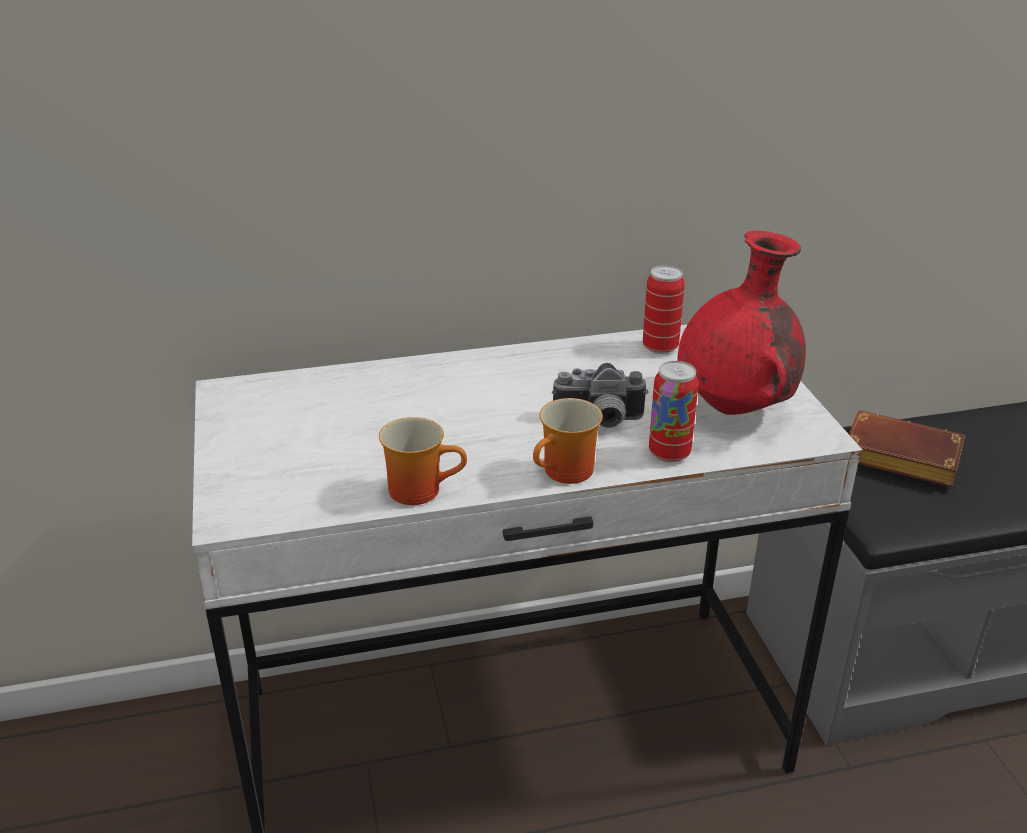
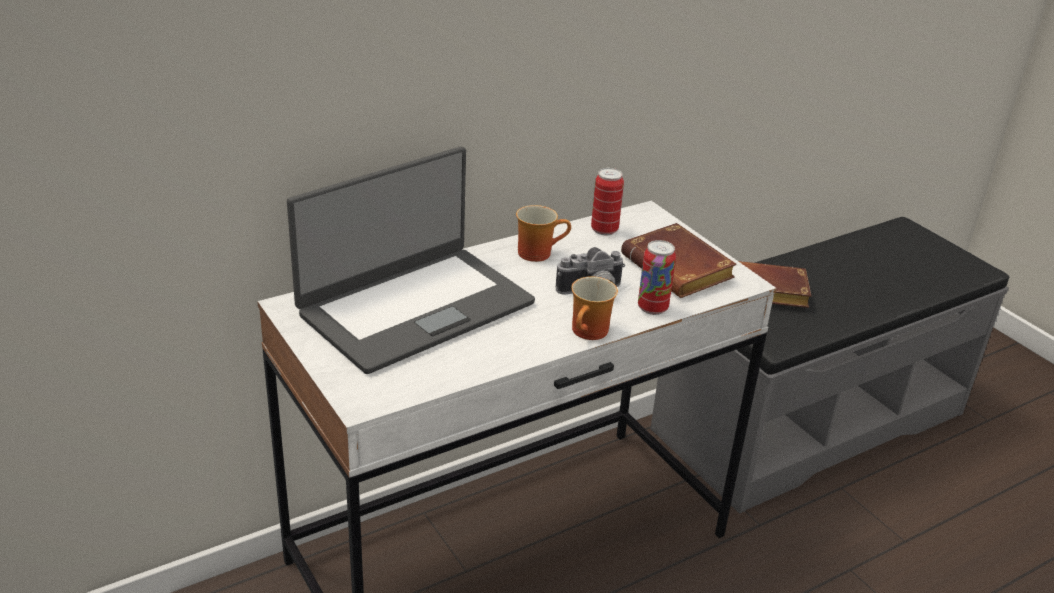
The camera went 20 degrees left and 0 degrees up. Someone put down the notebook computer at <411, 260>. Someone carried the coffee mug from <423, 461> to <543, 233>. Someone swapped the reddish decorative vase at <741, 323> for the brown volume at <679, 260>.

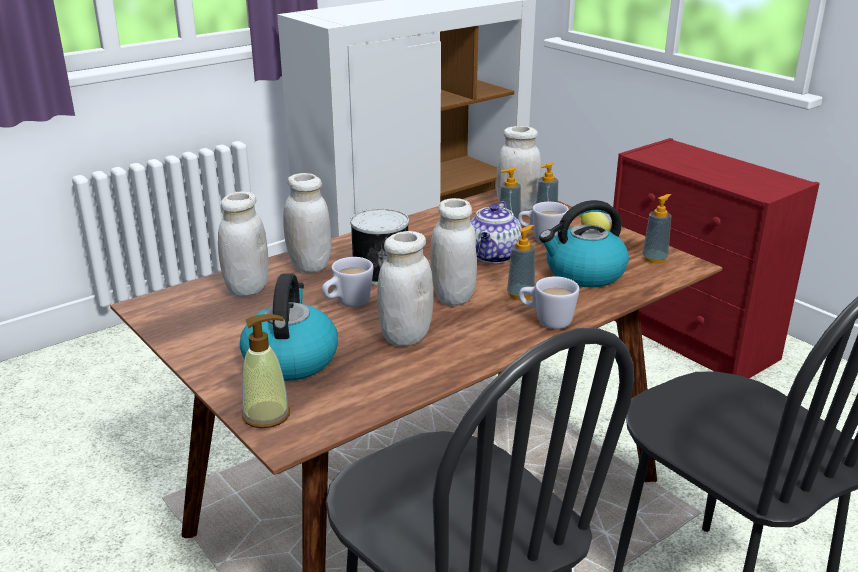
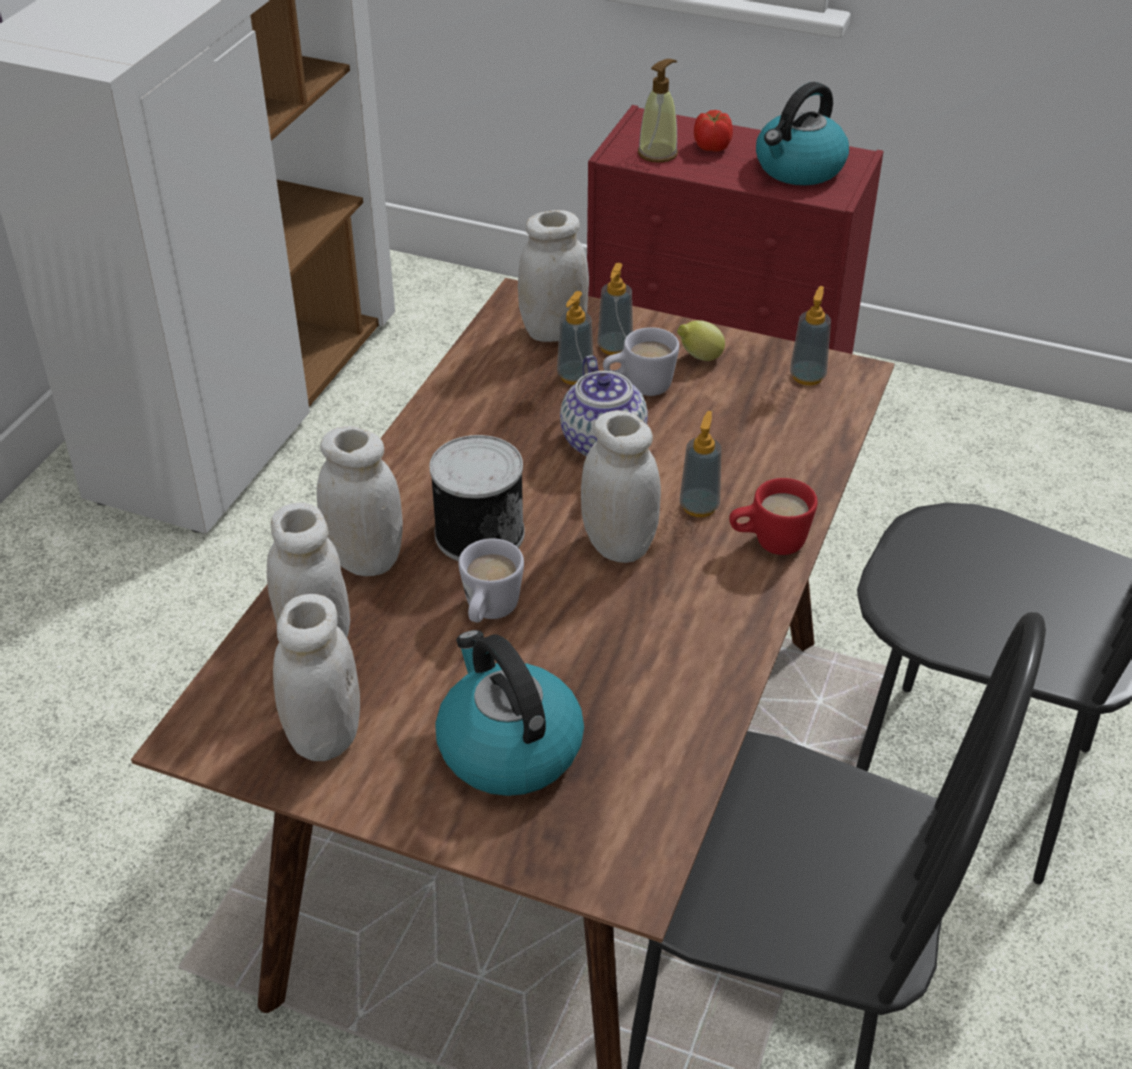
The camera went 30 degrees left and 15 degrees up. Someone put down the fresh tomato at <713, 131>. Someone carried the soap bottle from <266, 371> to <658, 111>. Someone carried the white-coloured preserve jar from <405, 288> to <316, 677>. Someone carried the kettle from <584, 244> to <802, 133>. Someone repainted the white-coloured coffee mug at <549, 302>, which became the reddish coffee mug at <773, 516>.

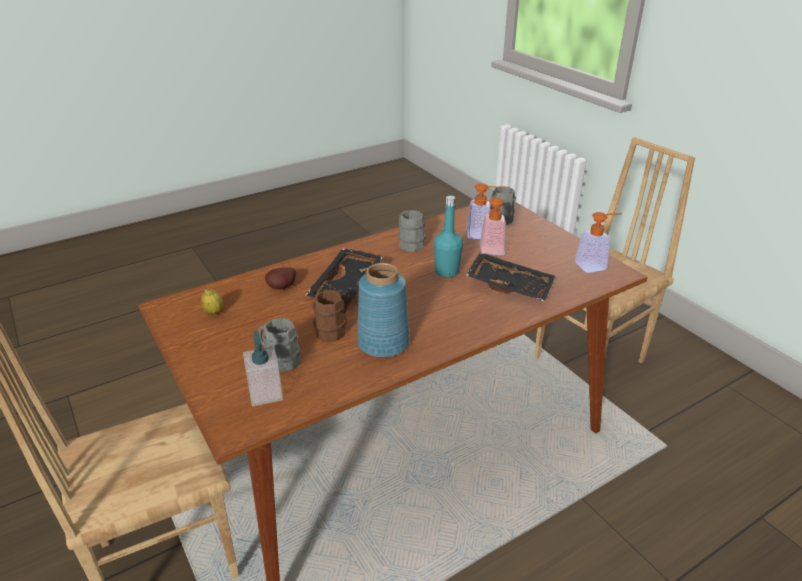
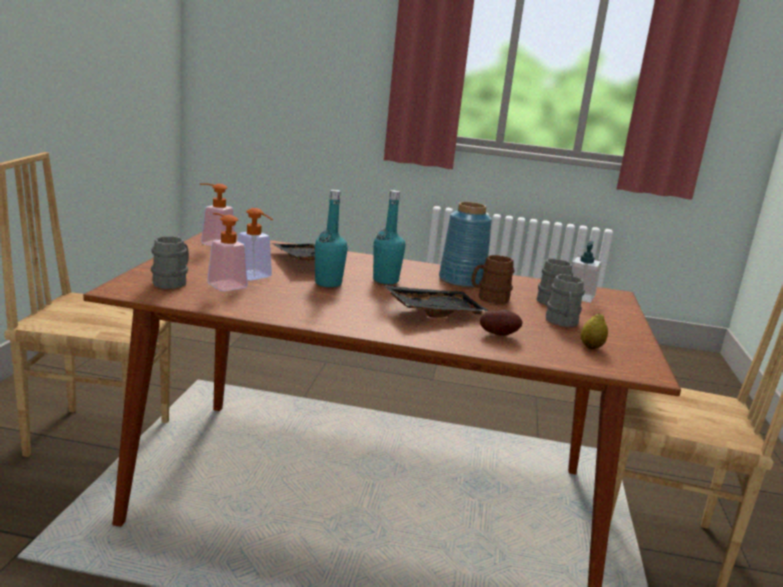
The camera went 140 degrees left and 15 degrees down. Someone put down the blue-green beverage bottle at <389, 237>. Someone carried the gray coffee mug from <411, 231> to <565, 300>.

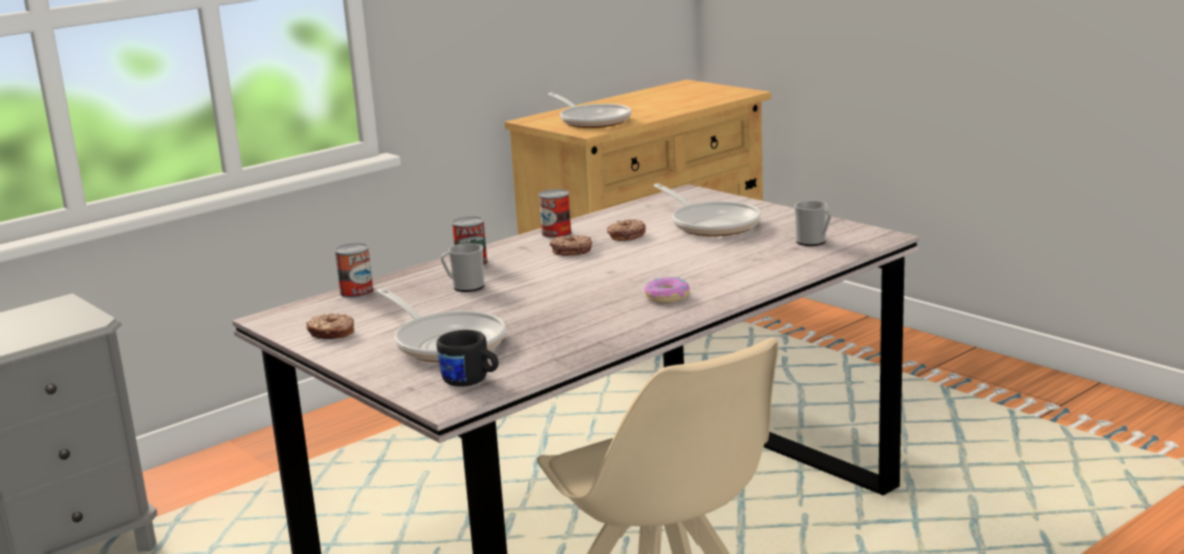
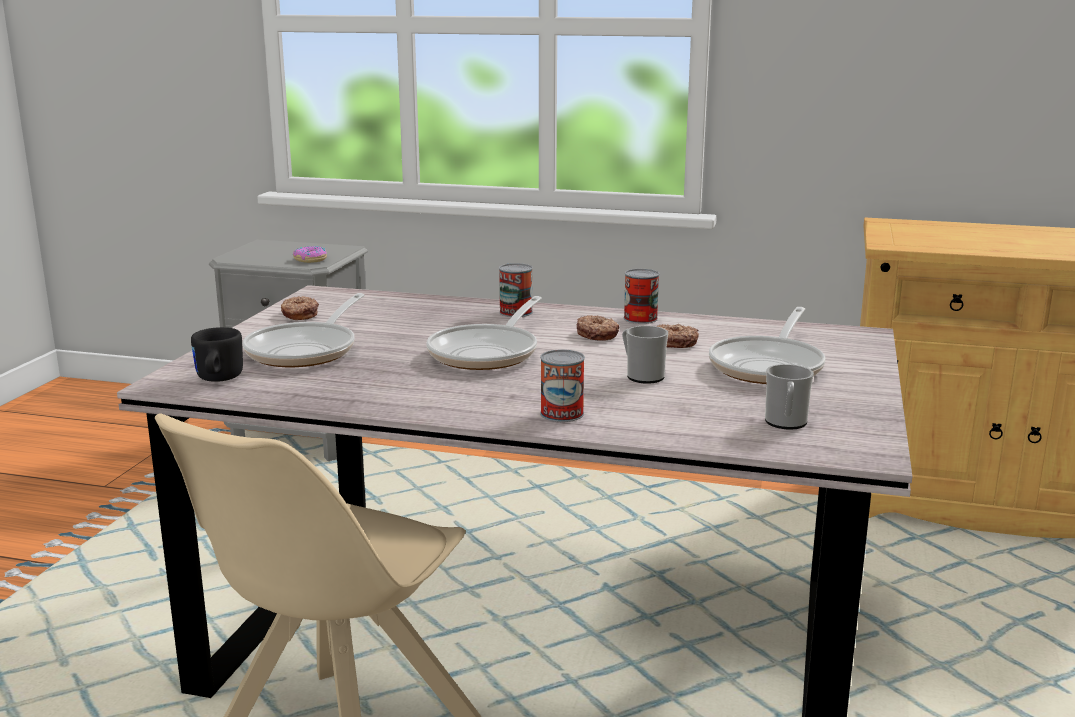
The camera went 55 degrees right and 0 degrees up. Someone carried the can from <354, 270> to <562, 385>. Someone carried the coffee mug from <463, 267> to <645, 355>. Someone carried the frying pan from <590, 110> to <484, 333>. Someone carried the donut from <667, 290> to <310, 254>.

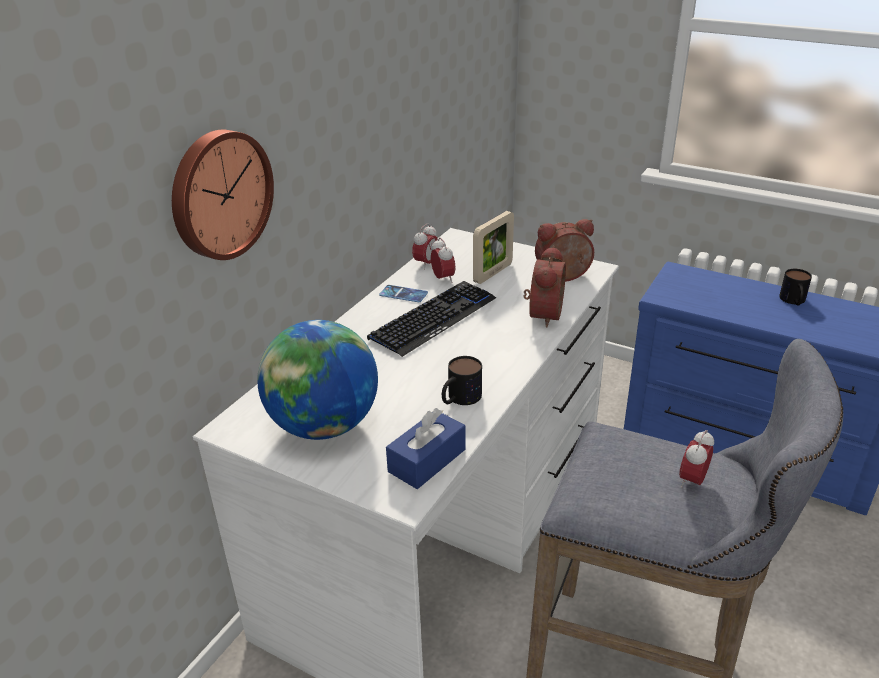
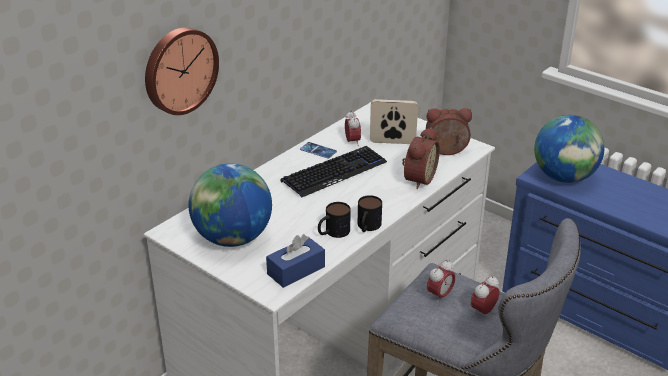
The camera went 10 degrees right and 0 degrees up. Someone put down the globe at <569, 149>. Someone carried the table clock from <425, 246> to <441, 281>. Someone carried the coffee mug from <795, 287> to <370, 213>. Someone rotated the photo frame at <493, 247> by 135 degrees counterclockwise.

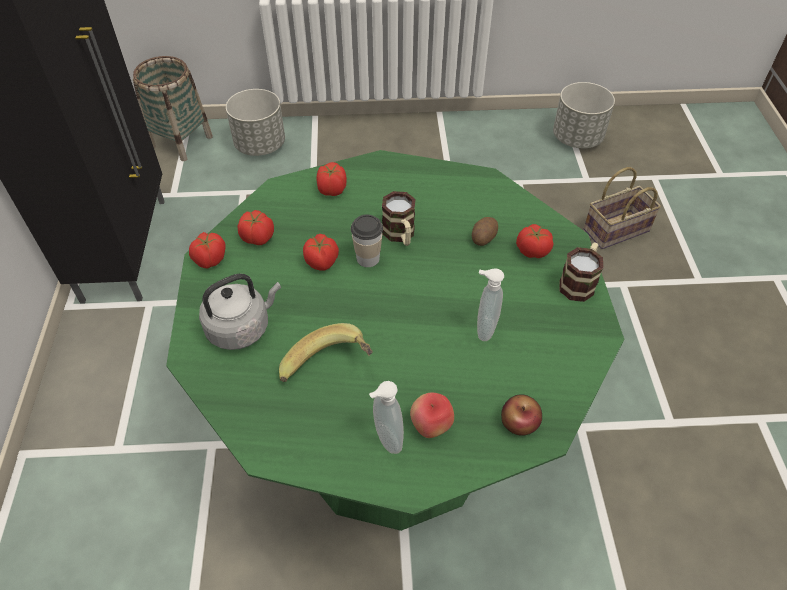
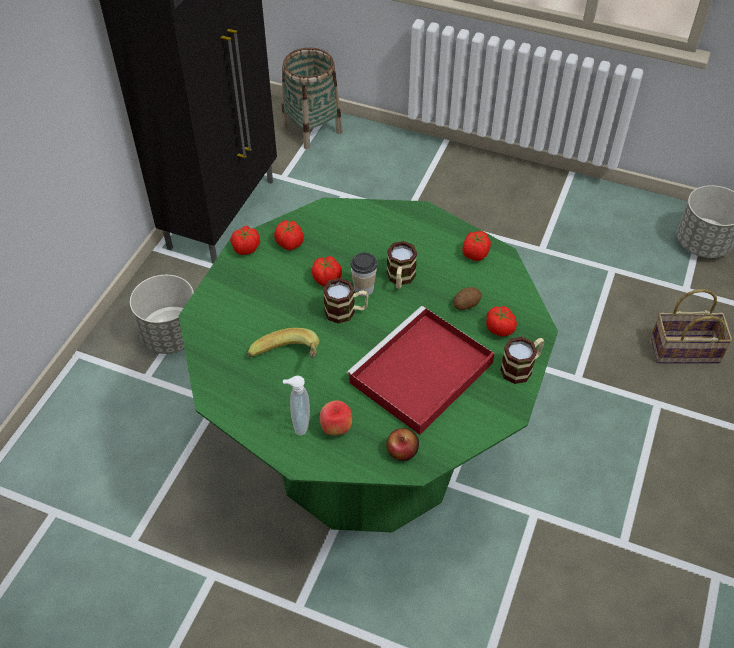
The camera went 25 degrees right and 0 degrees up. Someone took away the gray kettle at <240, 312>. Someone put down the coffee mug at <346, 301>. Someone carried the gray flower pot from <255, 122> to <162, 314>. Someone carried the fresh tomato from <331, 179> to <476, 246>. Someone swapped the soap bottle at <490, 305> for the reddish tray at <420, 370>.

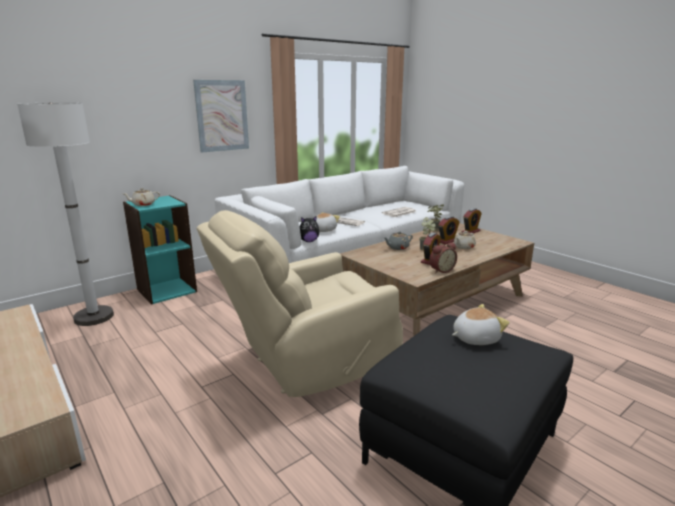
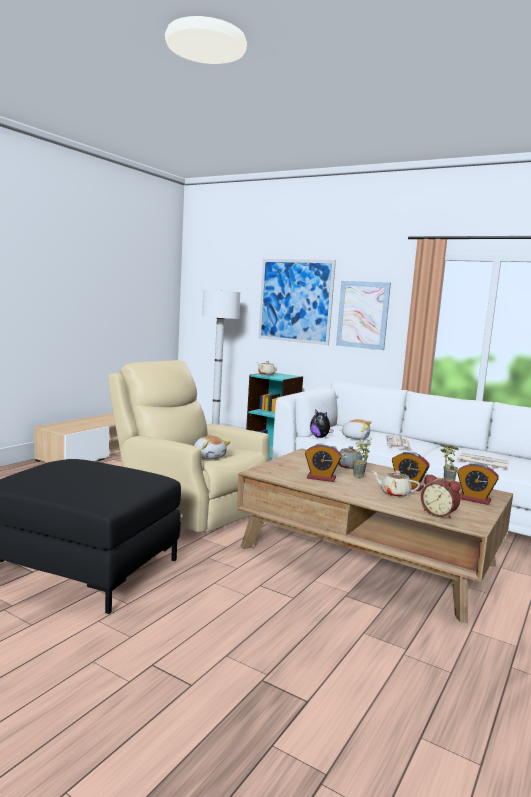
The camera went 70 degrees right and 10 degrees down. Someone put up the wall picture at <297, 302>. Someone carried the table clock from <443, 258> to <441, 496>. Someone carried the soft toy from <481, 324> to <212, 447>.

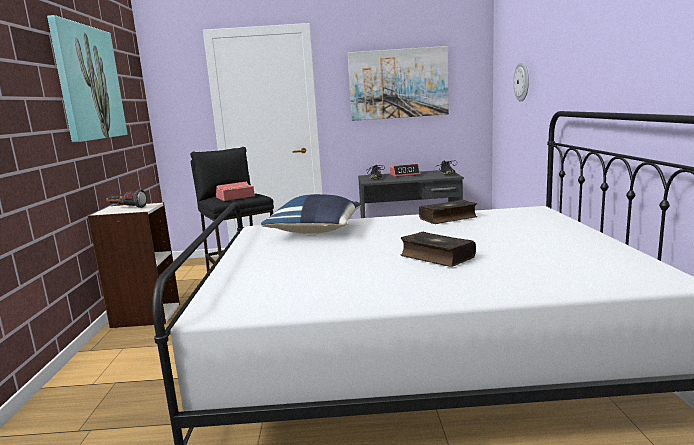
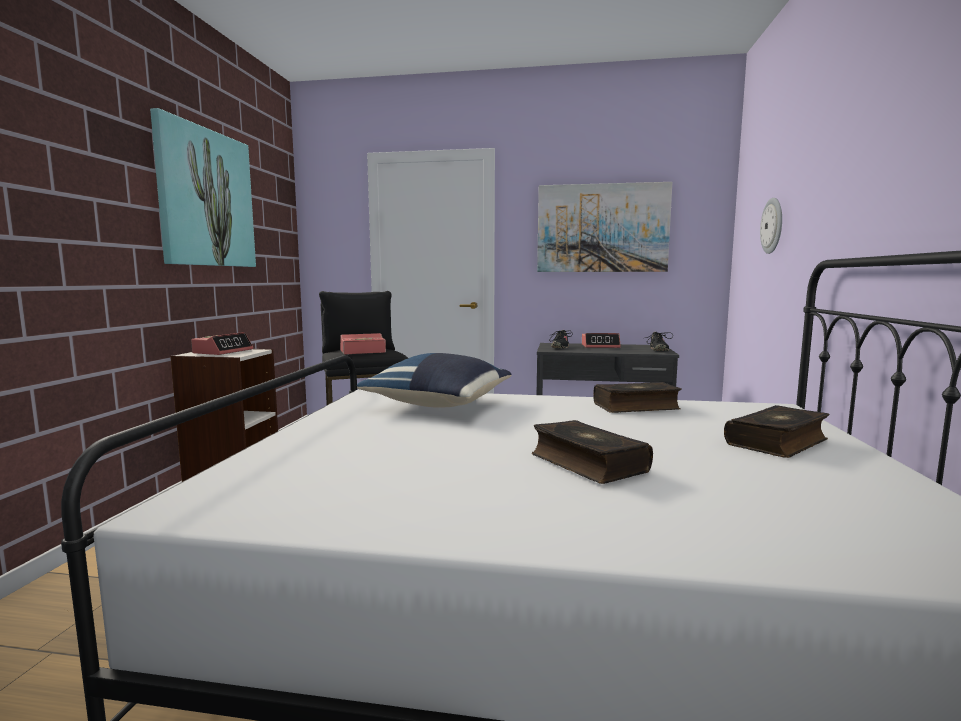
The camera went 10 degrees right and 5 degrees down. Someone put down the volume at <776, 431>. Someone swapped the torch at <126, 198> for the table clock at <222, 343>.

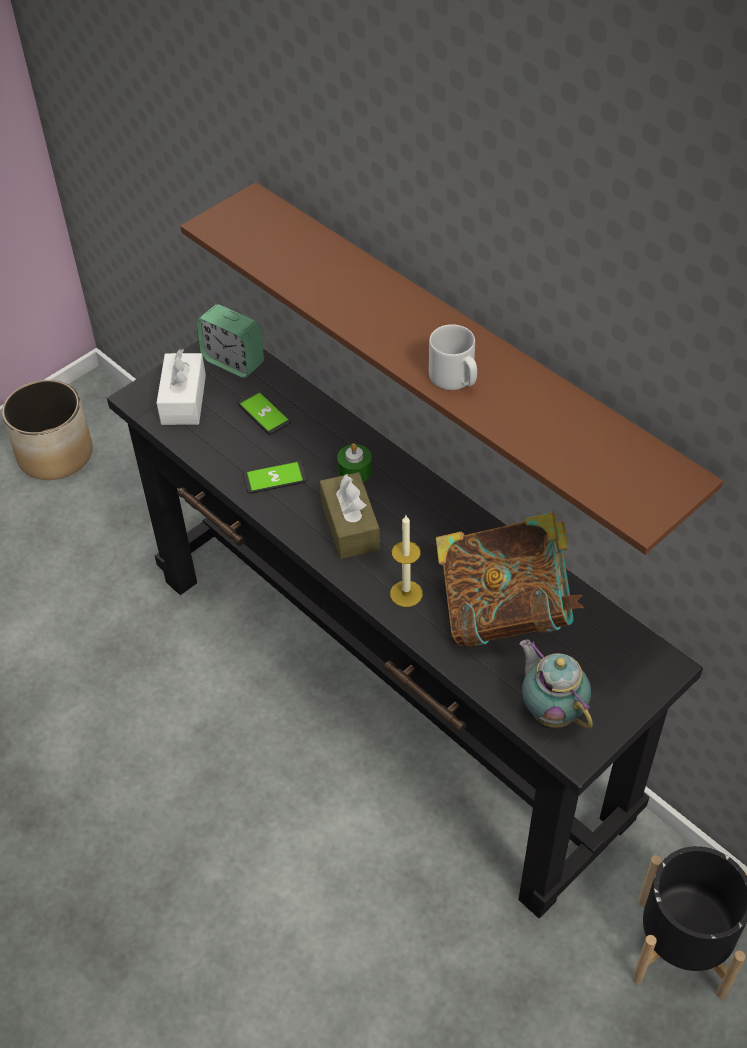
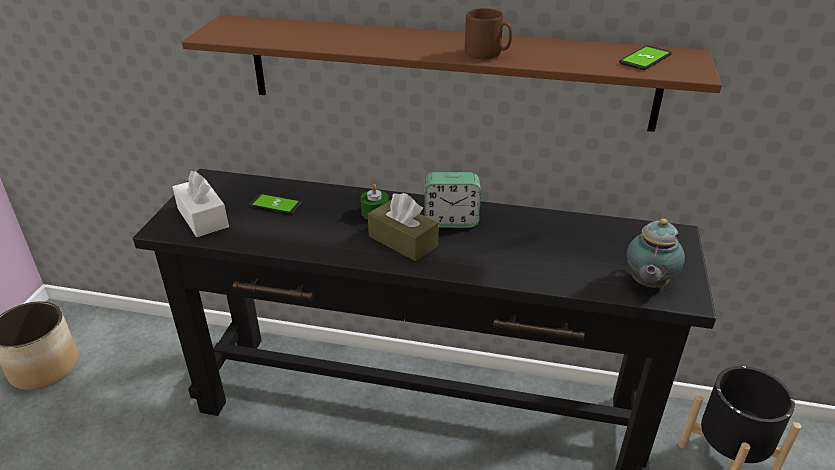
The camera went 35 degrees left and 15 degrees down. Someone took away the wax candle at <406, 561>. Someone took away the volume at <510, 579>. Someone carried the table clock from <230, 341> to <452, 200>. Someone carried the handset from <275, 477> to <645, 58>. Someone repainted the gray coffee mug at <453, 357>, which became the brown coffee mug at <489, 33>. Someone rotated the pot for tea at <556, 684> by 90 degrees counterclockwise.

